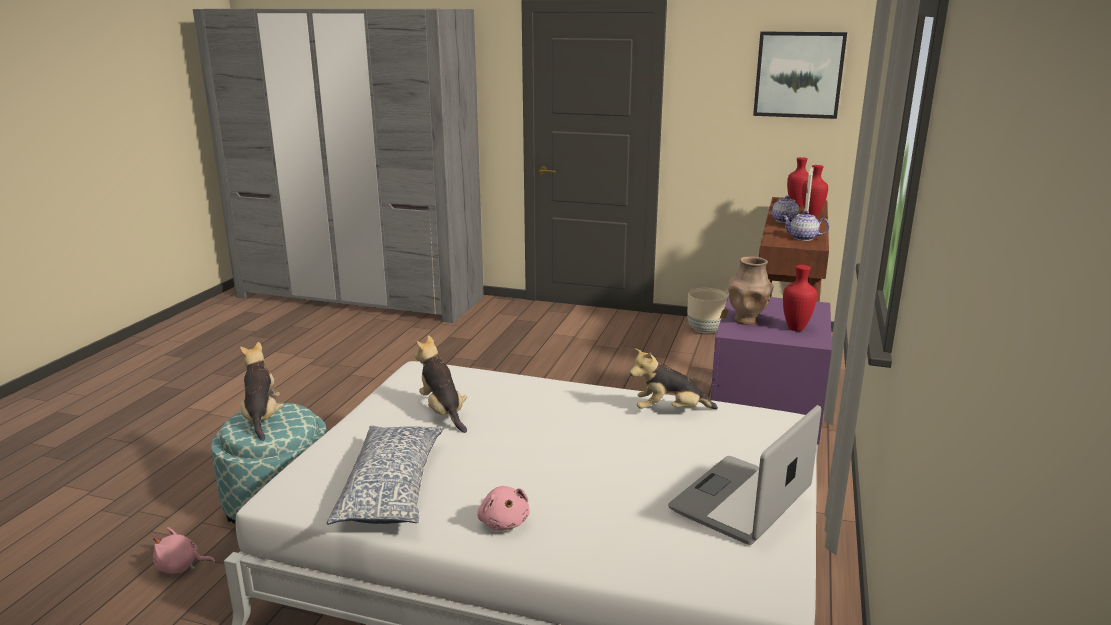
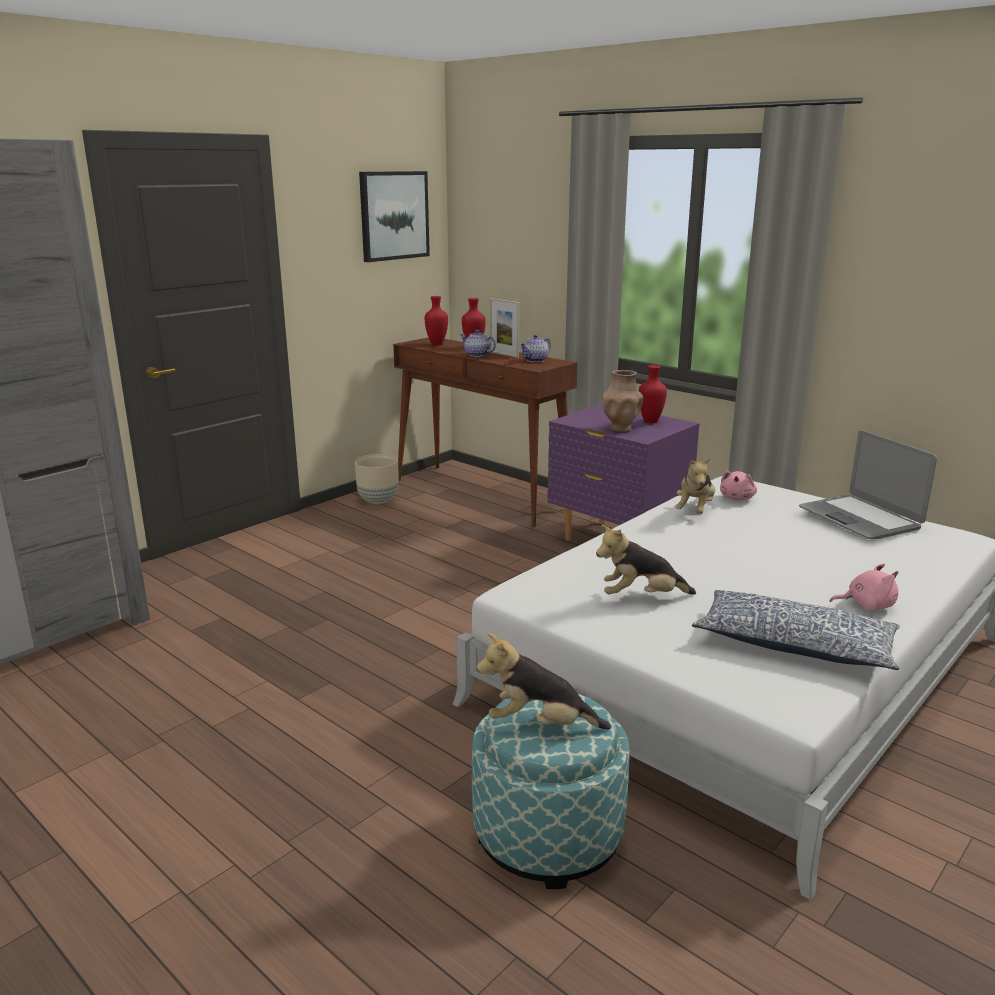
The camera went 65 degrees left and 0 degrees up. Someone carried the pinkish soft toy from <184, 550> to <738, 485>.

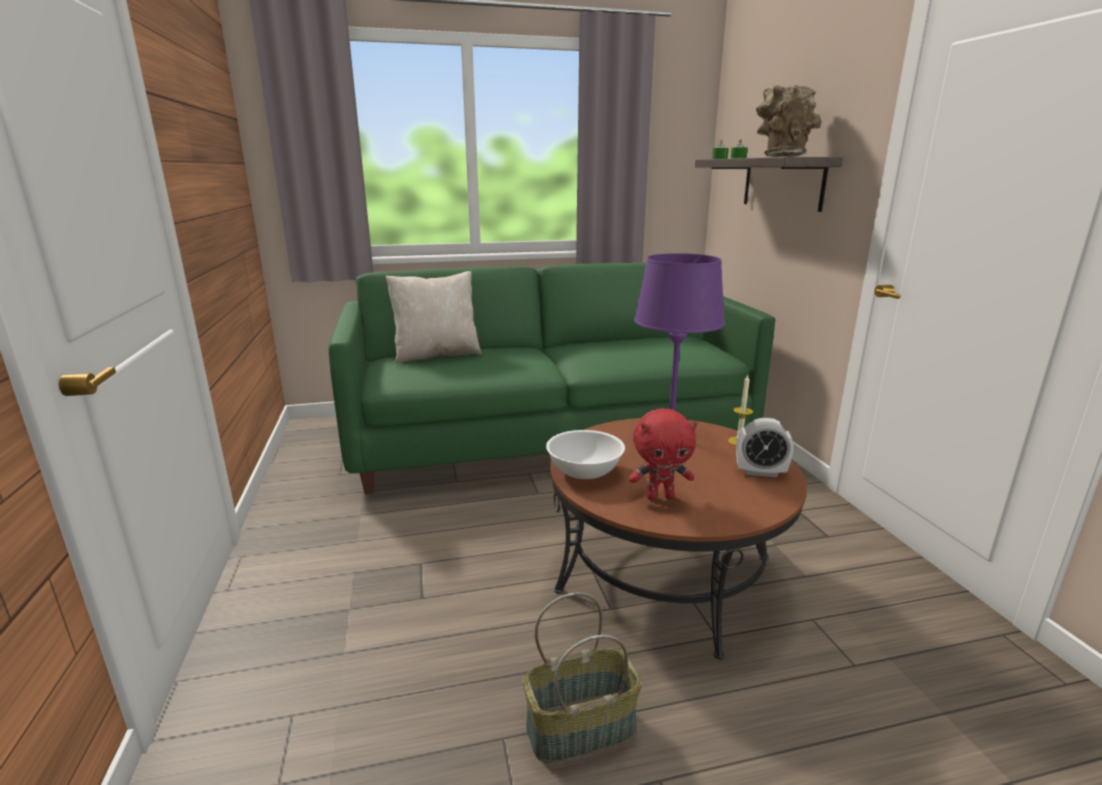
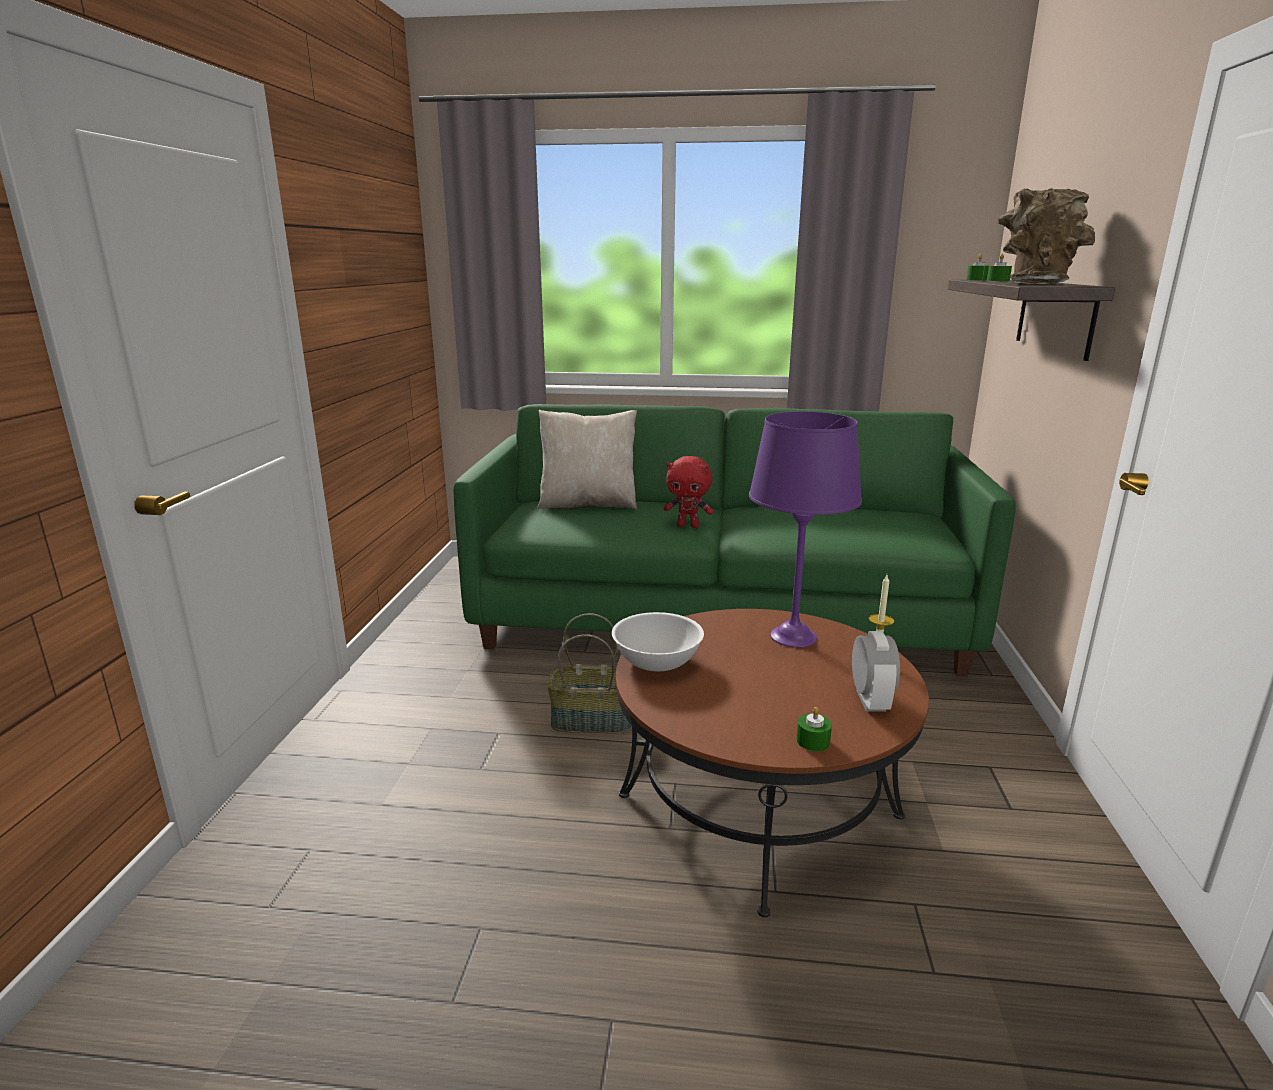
The camera went 20 degrees right and 0 degrees up. Someone put down the green-coloured wax candle at <814, 729>. Someone carried the household basket from <582, 677> to <589, 673>. Someone carried the reddish soft toy from <663, 454> to <688, 492>. Someone rotated the table clock at <765, 447> by 120 degrees counterclockwise.

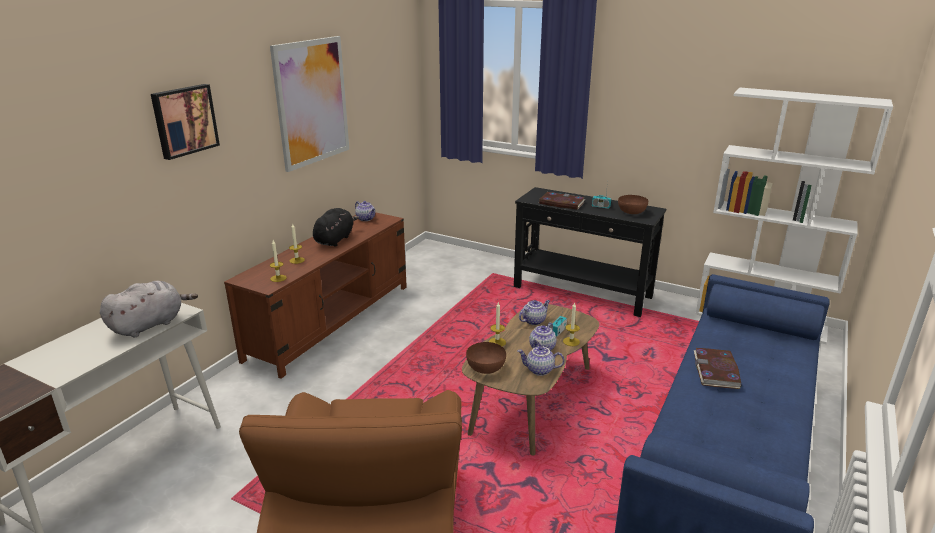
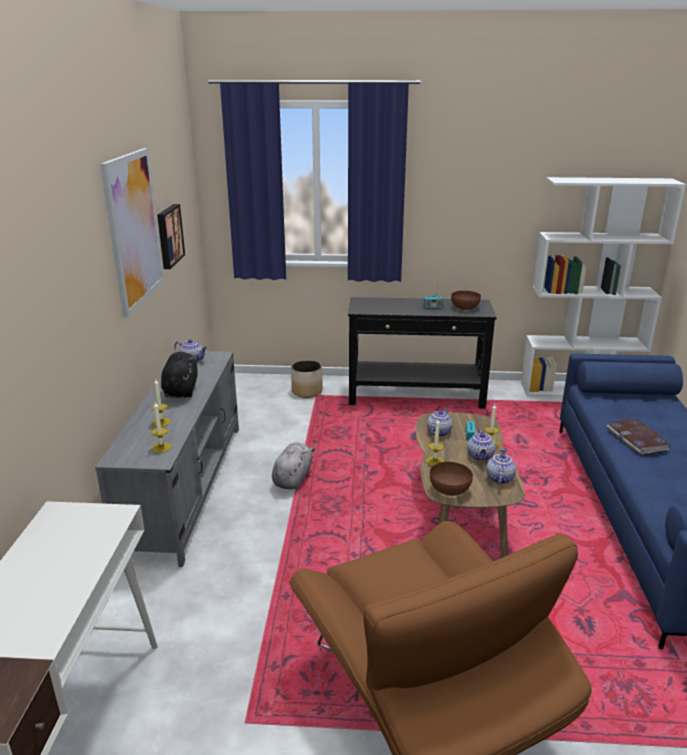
The camera went 25 degrees left and 0 degrees up. Someone took away the volume at <562, 201>. Someone put down the flower pot at <307, 379>. Someone carried the gray soft toy from <149, 309> to <294, 465>. Someone carried the wall picture from <185, 122> to <171, 236>. Someone repainted the brown media console at <315, 295>, which became the gray media console at <167, 459>. Someone rotated the pot for tea at <540, 361> by 120 degrees clockwise.

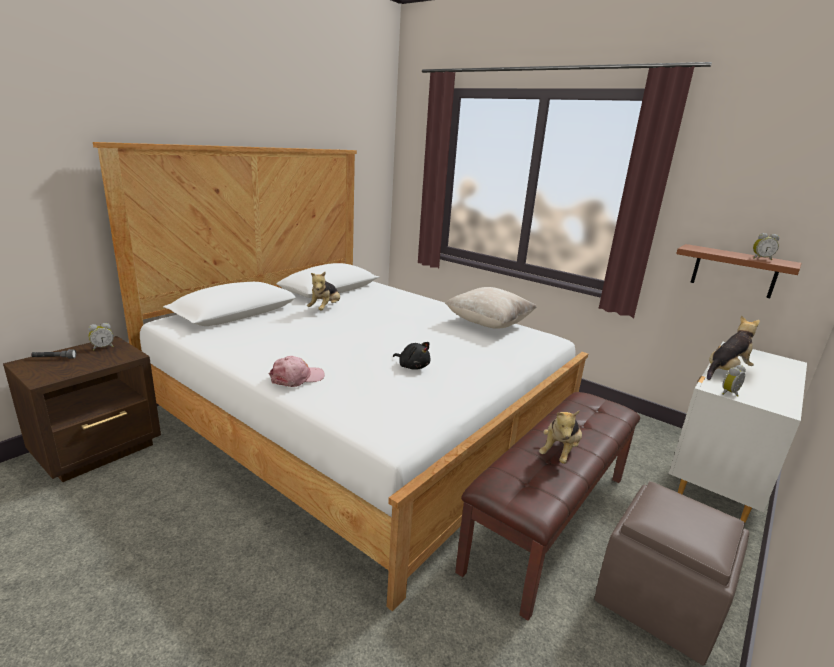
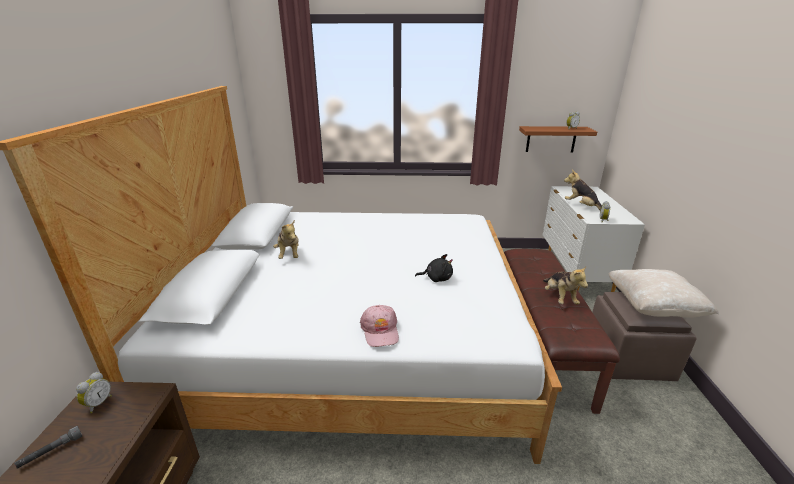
The camera went 35 degrees left and 5 degrees up. Someone carried the beige-coloured throw pillow from <491, 308> to <664, 293>. Someone rotated the pinkish baseball cap at <297, 371> by 150 degrees clockwise. Someone rotated the soft toy at <733, 347> by 60 degrees counterclockwise.

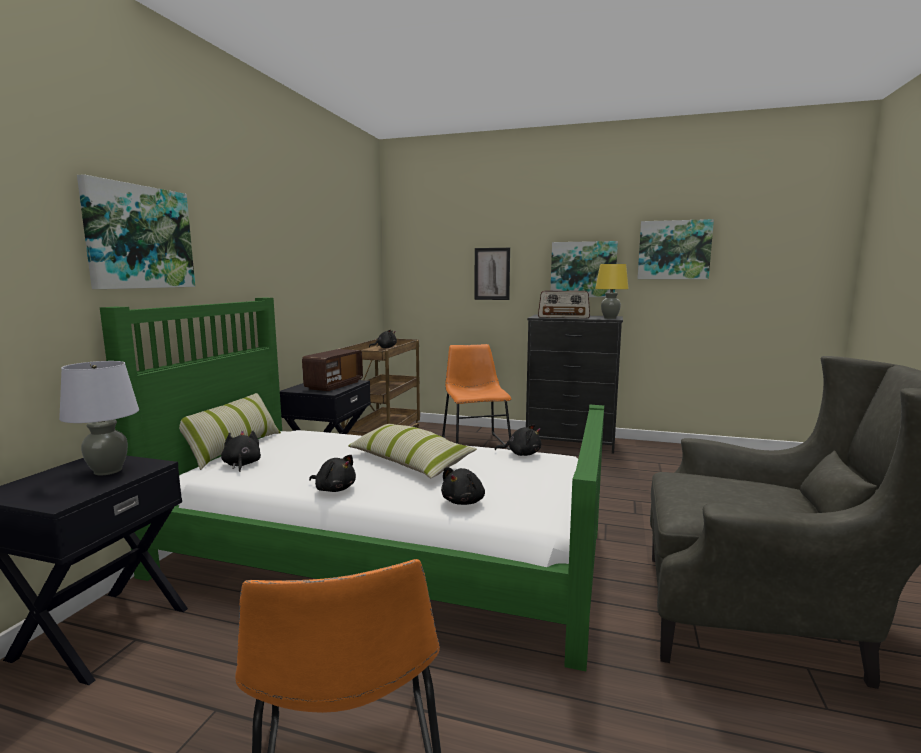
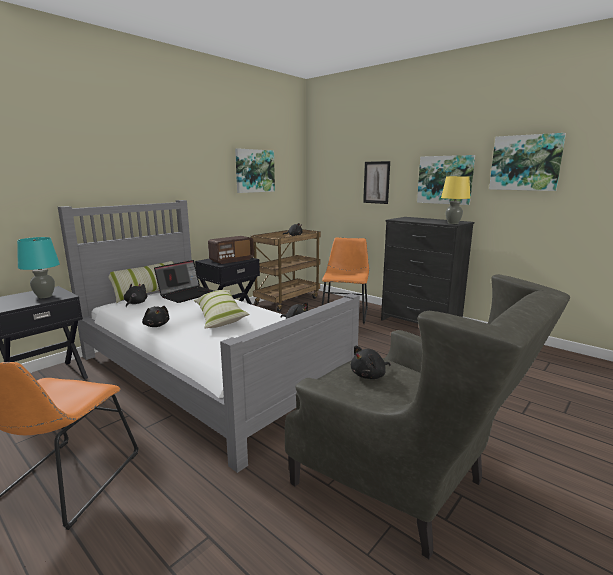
The camera went 25 degrees right and 5 degrees up. Someone took away the radio set at <564, 305>. Someone put down the notebook computer at <184, 281>. Someone carried the wall picture from <136, 231> to <255, 170>. Someone carried the blackish soft toy from <463, 486> to <371, 362>. Someone repainted the gray tabletop lamp at <99, 418>, which became the blue-green tabletop lamp at <38, 267>. Someone repainted the green-coloured bed at <352, 484>, which became the gray bed at <209, 336>.

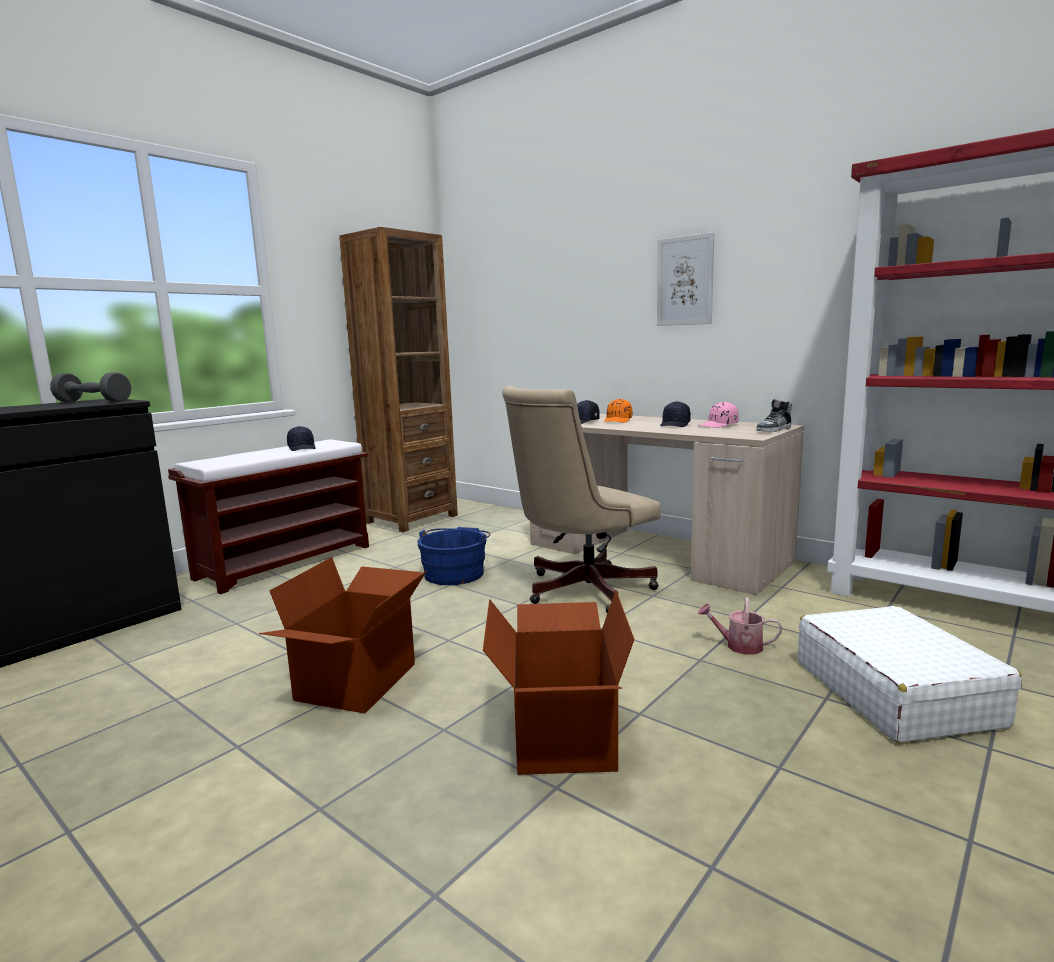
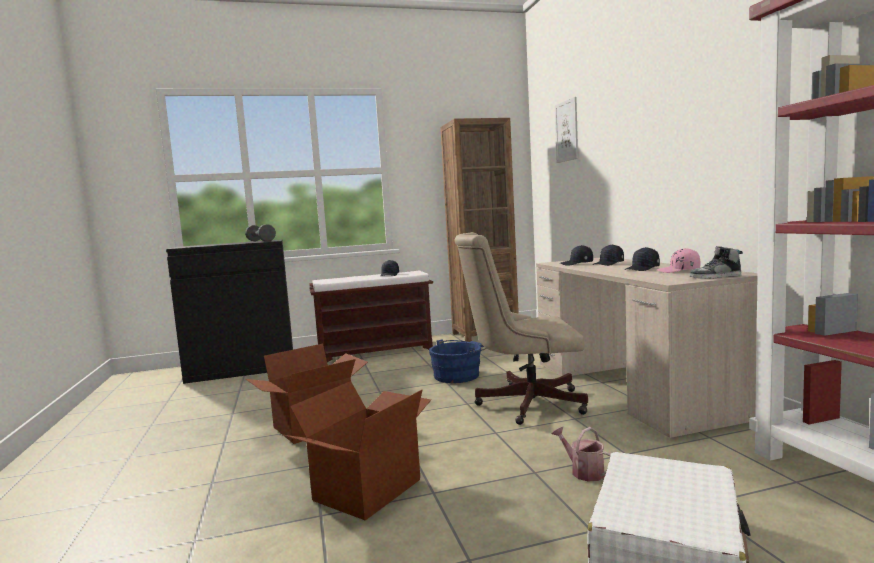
The camera went 35 degrees right and 5 degrees down. Someone carried the wall picture from <685, 279> to <566, 130>. Someone repainted the orangey baseball cap at <618, 411>, which became the blackish baseball cap at <608, 255>.

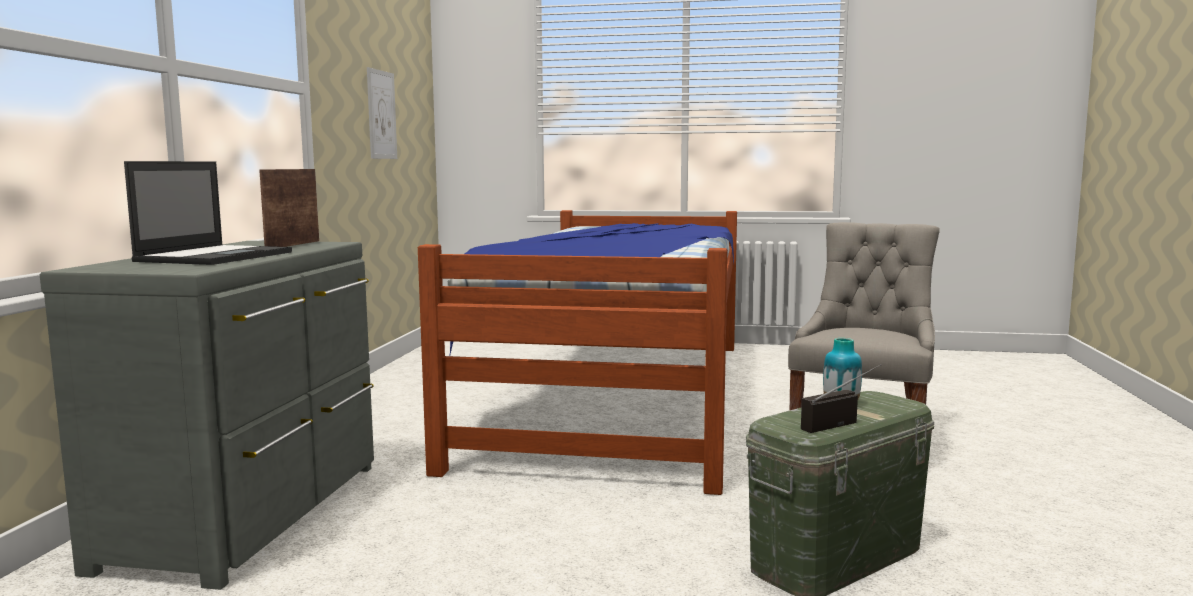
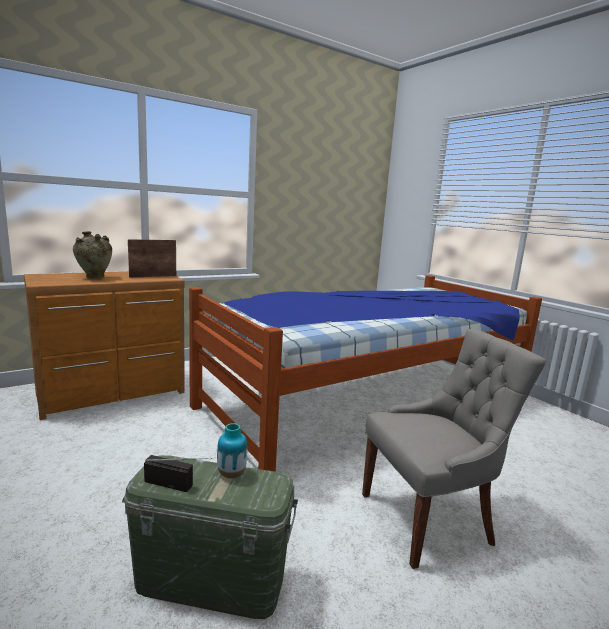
The camera went 45 degrees right and 5 degrees up. Someone took away the wall picture at <382, 113>. Someone swapped the notebook computer at <208, 213> for the beige-coloured decorative vase at <92, 255>. Someone repainted the gray chest of drawers at <207, 415>, which became the brown chest of drawers at <104, 345>.

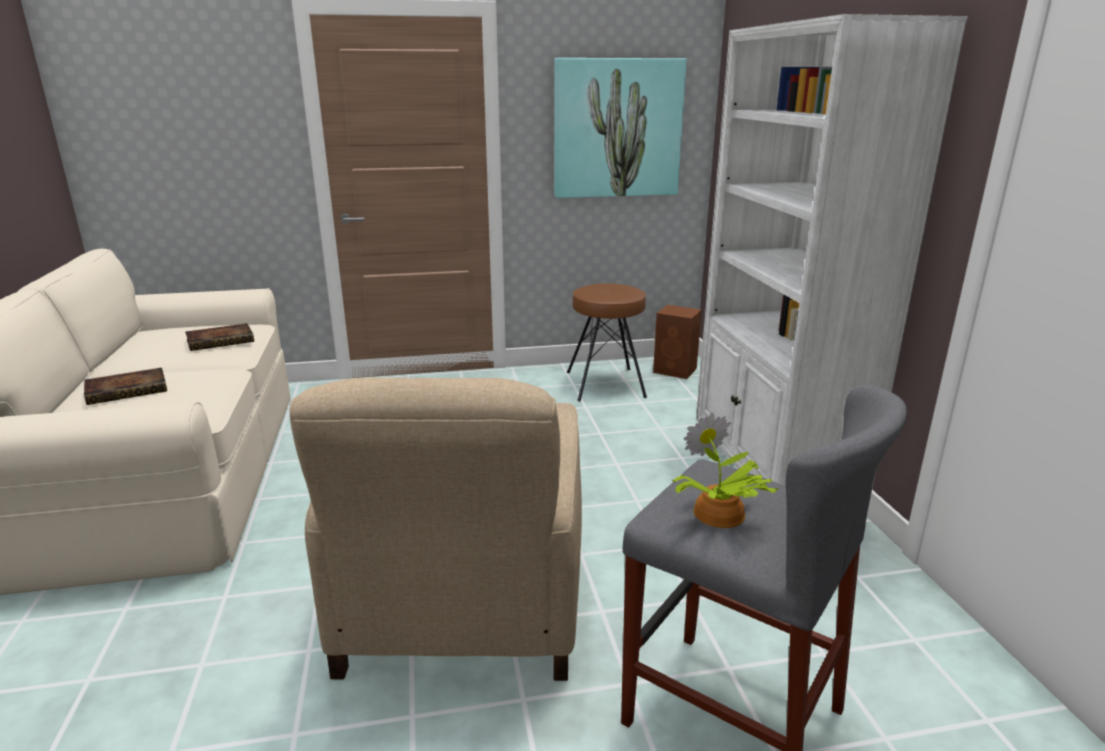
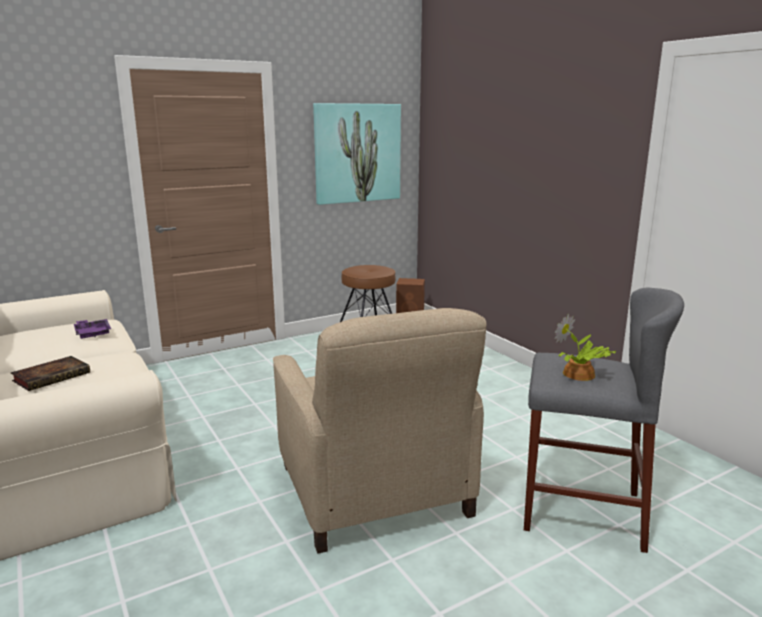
The camera went 20 degrees left and 5 degrees down. Someone took away the white-coloured bookcase at <832, 256>. Someone swapped the volume at <219, 337> for the purple tray at <92, 329>.

